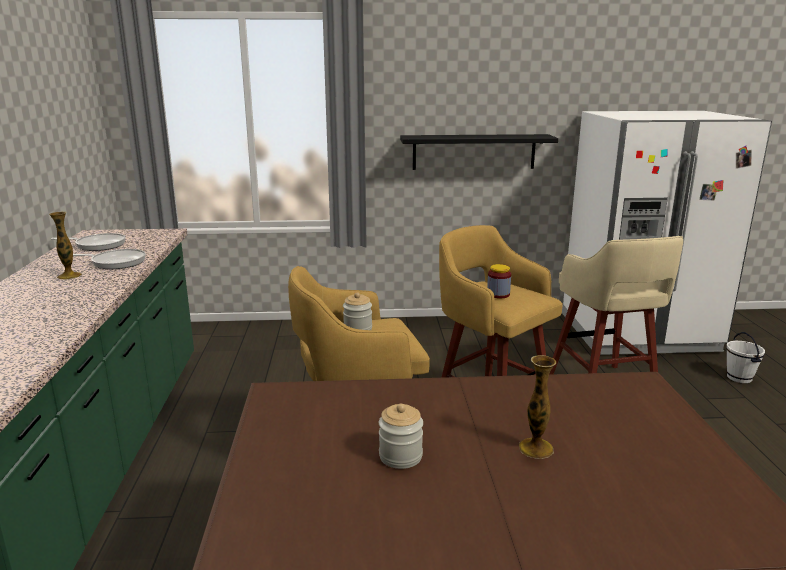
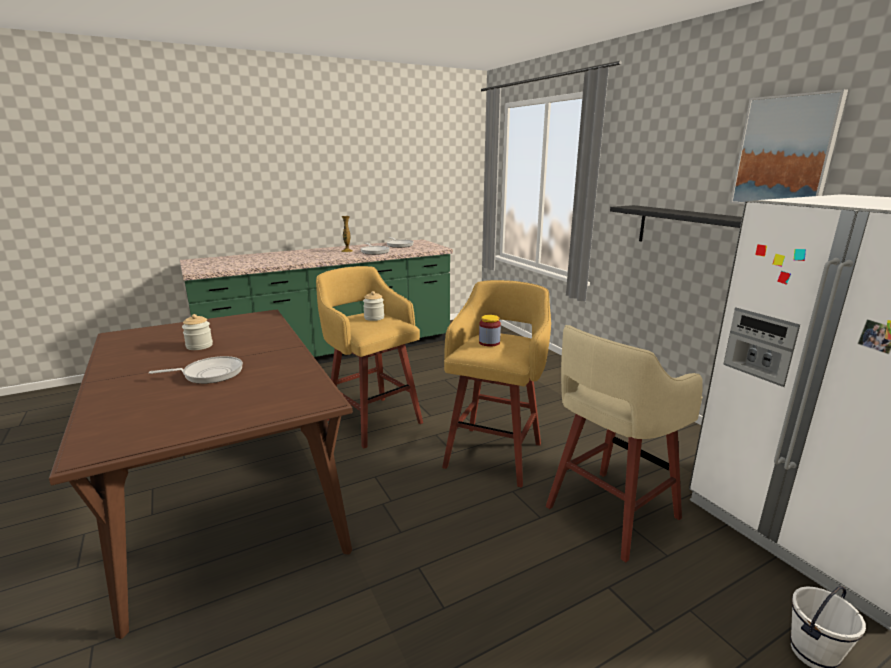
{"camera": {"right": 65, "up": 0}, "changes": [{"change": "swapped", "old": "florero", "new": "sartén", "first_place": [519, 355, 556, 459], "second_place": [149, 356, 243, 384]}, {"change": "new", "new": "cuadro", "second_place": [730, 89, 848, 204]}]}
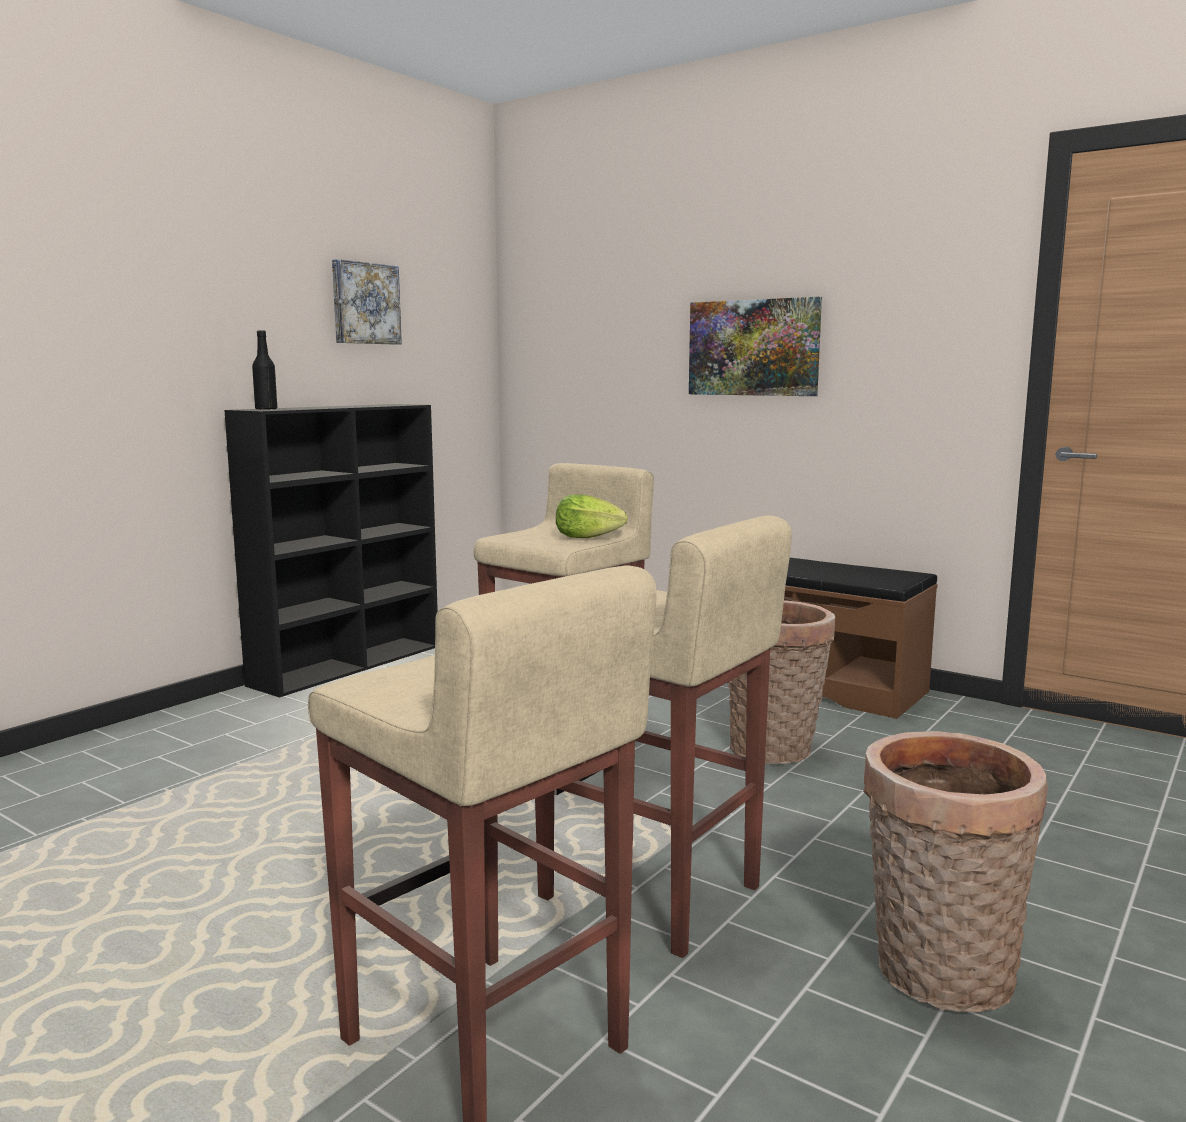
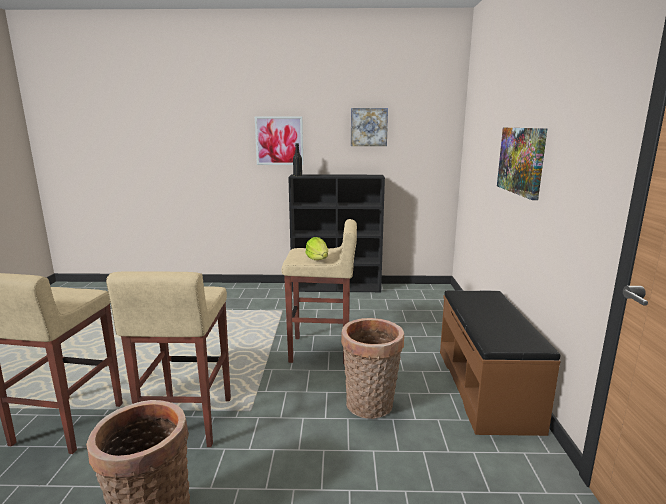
{"camera": {"right": 55, "up": 5}, "changes": [{"change": "new", "new": "cuadro", "second_place": [255, 116, 303, 165]}]}
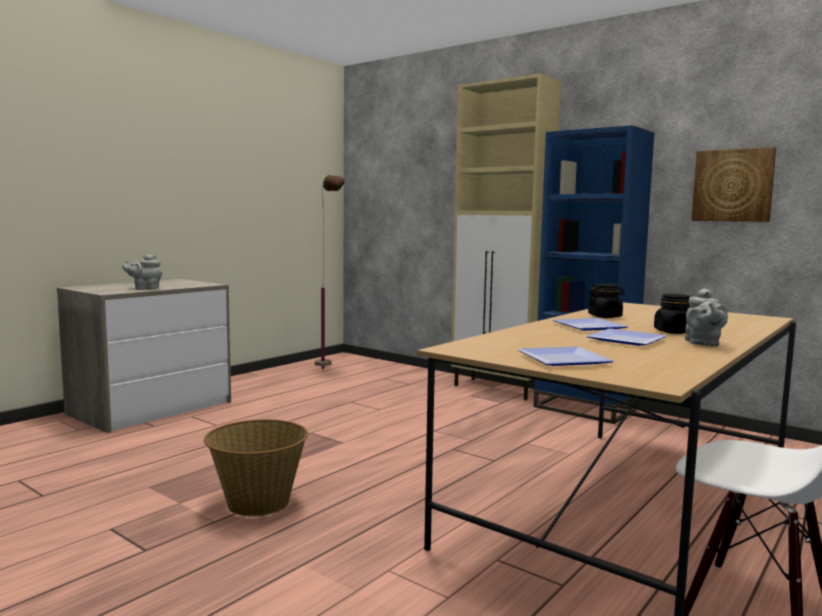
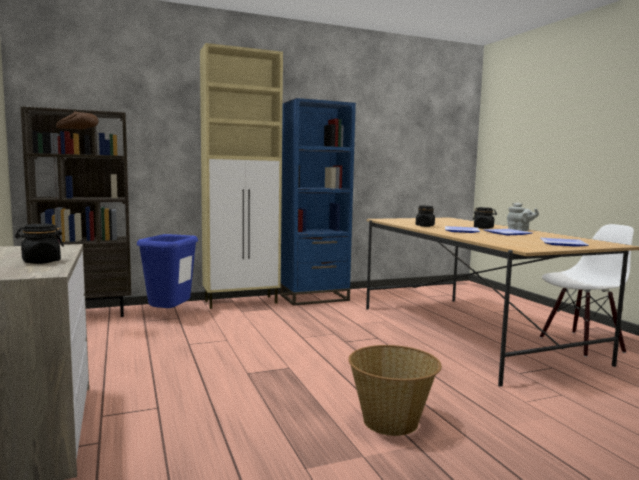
{"camera": {"right": -60, "up": 0}, "changes": [{"change": "swapped", "old": "tetera (gris)", "new": "tarro (negro)", "first_place": [122, 255, 162, 290], "second_place": [15, 224, 64, 264]}, {"change": "new", "new": "estantería (marrón)", "second_place": [20, 106, 131, 317]}, {"change": "new", "new": "papelera (azul)", "second_place": [137, 234, 198, 308]}, {"change": "gone", "old": "cuadro", "first_place": [692, 147, 776, 222]}]}
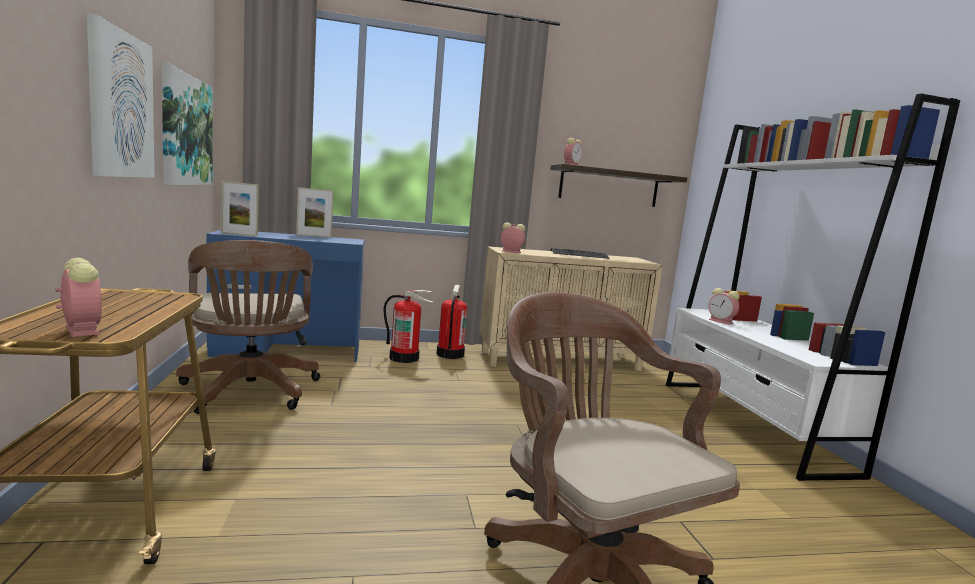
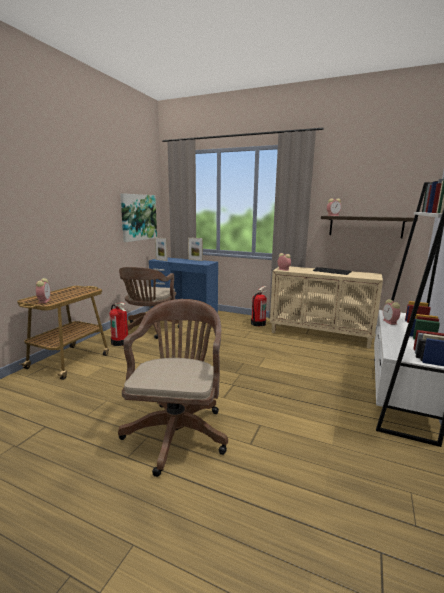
{"camera": {"right": 35, "up": 5}, "changes": [{"change": "shifted", "old": "extintor", "first_place": [383, 290, 433, 363], "second_place": [109, 303, 128, 346]}, {"change": "gone", "old": "cuadro", "first_place": [86, 13, 155, 178]}]}
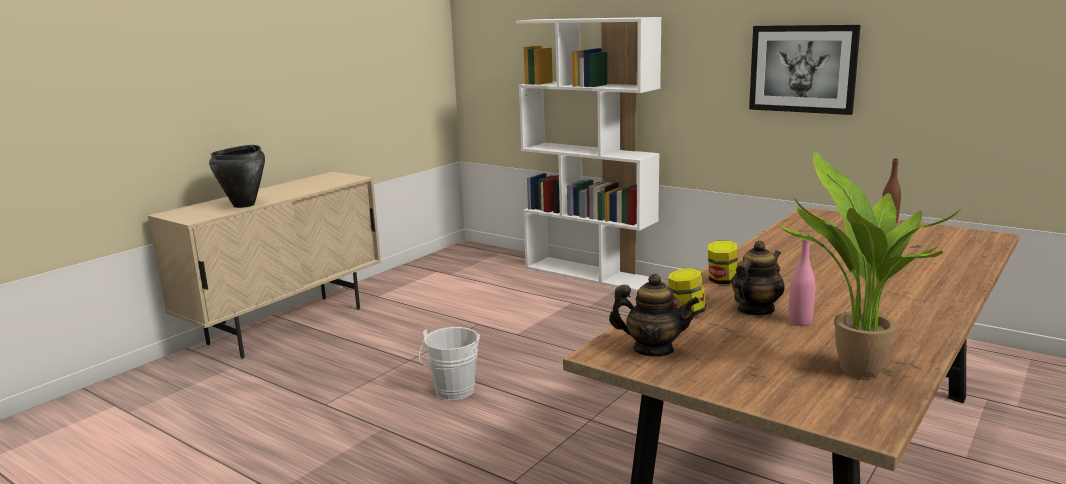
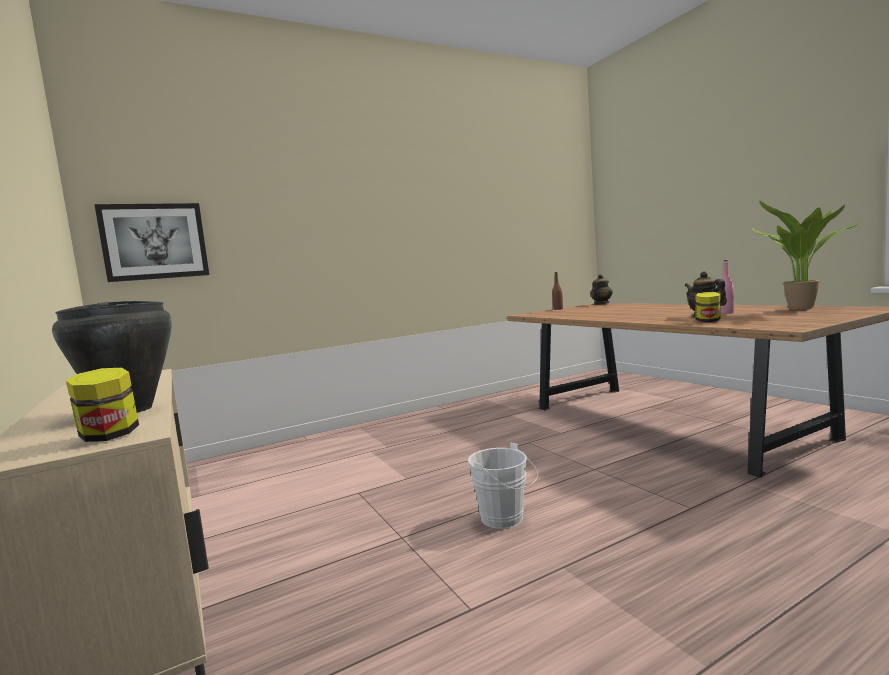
{"camera": {"right": -65, "up": -10}, "changes": [{"change": "shifted", "old": "tarro", "first_place": [708, 240, 738, 284], "second_place": [66, 368, 139, 442]}, {"change": "shifted", "old": "cuadro", "first_place": [749, 25, 861, 115], "second_place": [94, 203, 209, 282]}, {"change": "shifted", "old": "tetera", "first_place": [609, 274, 699, 357], "second_place": [590, 274, 613, 305]}, {"change": "gone", "old": "estantería (blanco)", "first_place": [516, 17, 662, 292]}]}
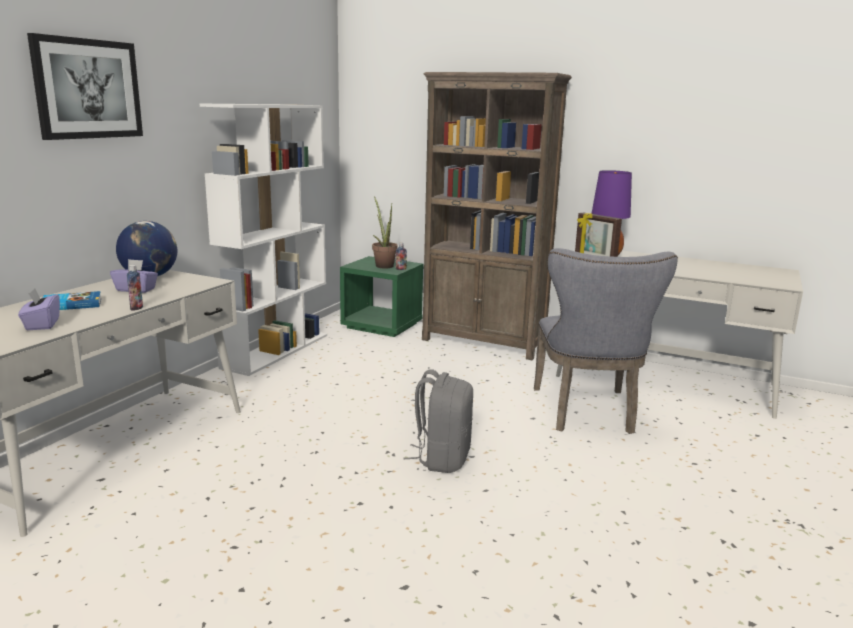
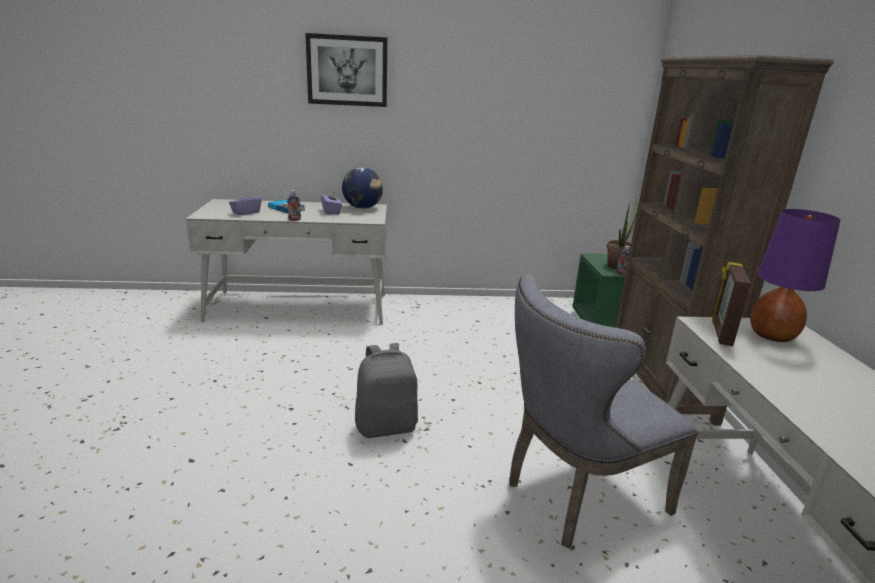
{"camera": {"right": 60, "up": 5}, "changes": [{"change": "gone", "old": "estantería (blanco)", "first_place": [200, 103, 327, 376]}]}
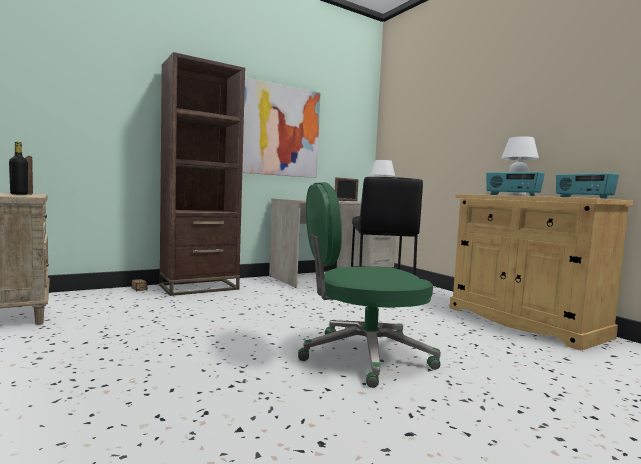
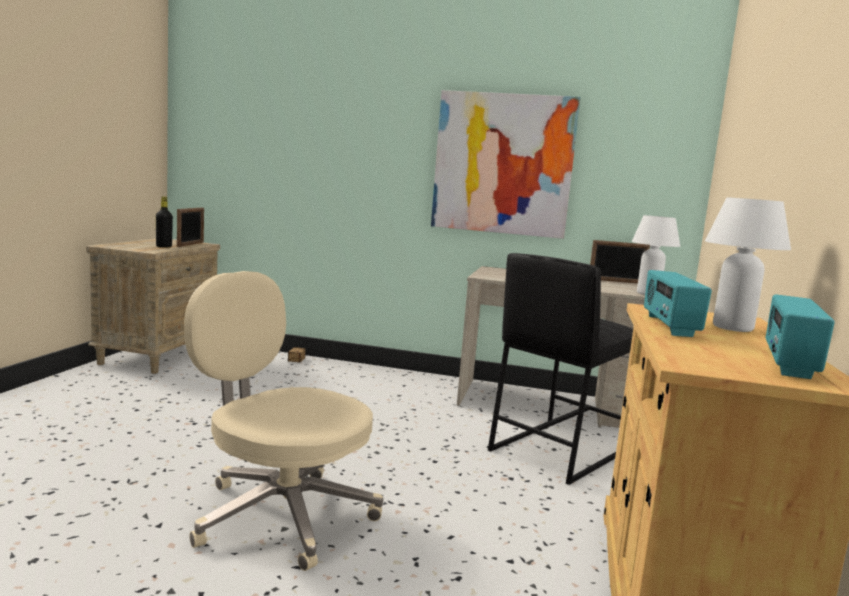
{"camera": {"right": 45, "up": 5}, "changes": [{"change": "repainted", "old": "silla de oficina (verde)", "new": "silla de oficina (beis)", "first_place": [298, 182, 441, 388], "second_place": [184, 271, 383, 571]}, {"change": "gone", "old": "estantería (marrón)", "first_place": [159, 52, 245, 296]}]}
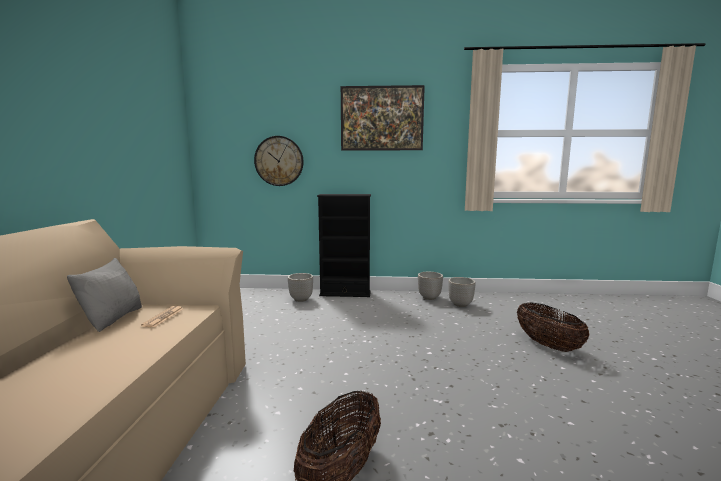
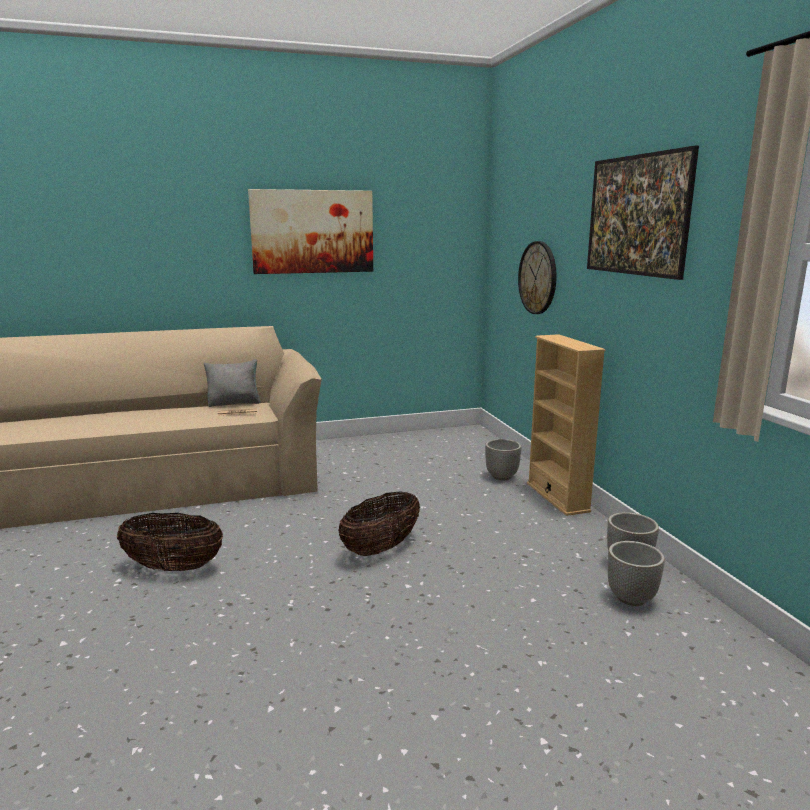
{"camera": {"right": 70, "up": 5}, "changes": [{"change": "new", "new": "cuadro", "second_place": [248, 189, 373, 274]}, {"change": "shifted", "old": "cesta", "first_place": [517, 303, 590, 352], "second_place": [338, 491, 420, 556]}, {"change": "repainted", "old": "estantería (negro)", "new": "estantería (beis)", "first_place": [317, 194, 371, 297], "second_place": [527, 334, 606, 516]}]}
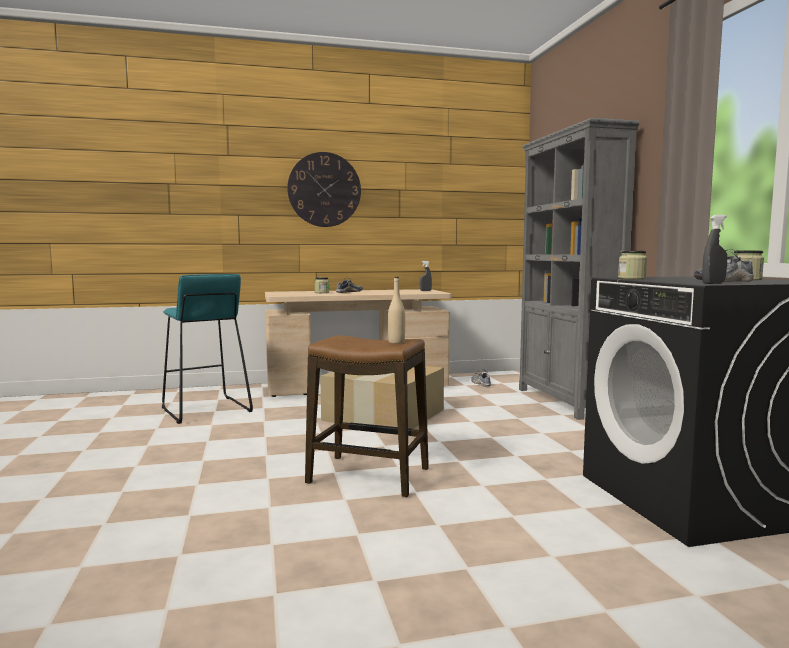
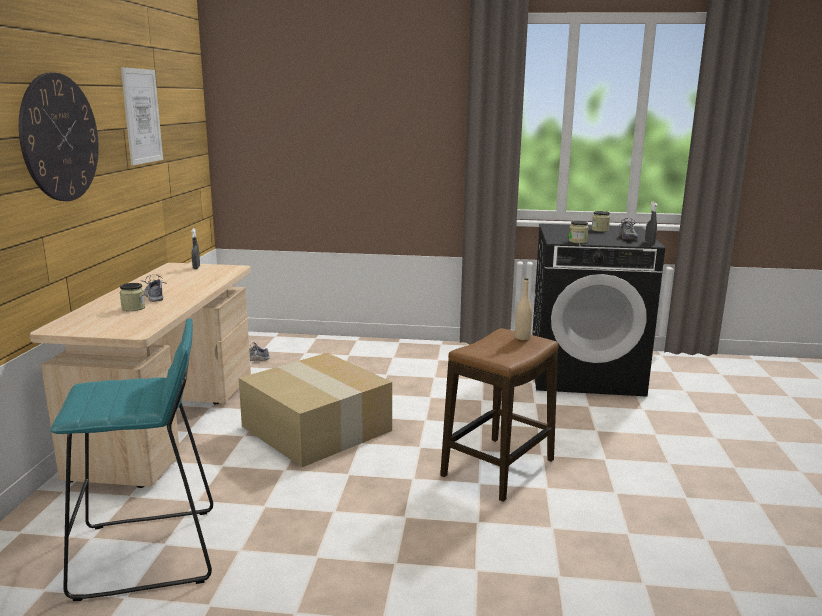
{"camera": {"right": -70, "up": 10}, "changes": [{"change": "new", "new": "cuadro", "second_place": [121, 67, 163, 165]}, {"change": "gone", "old": "estantería (gris)", "first_place": [519, 118, 640, 420]}]}
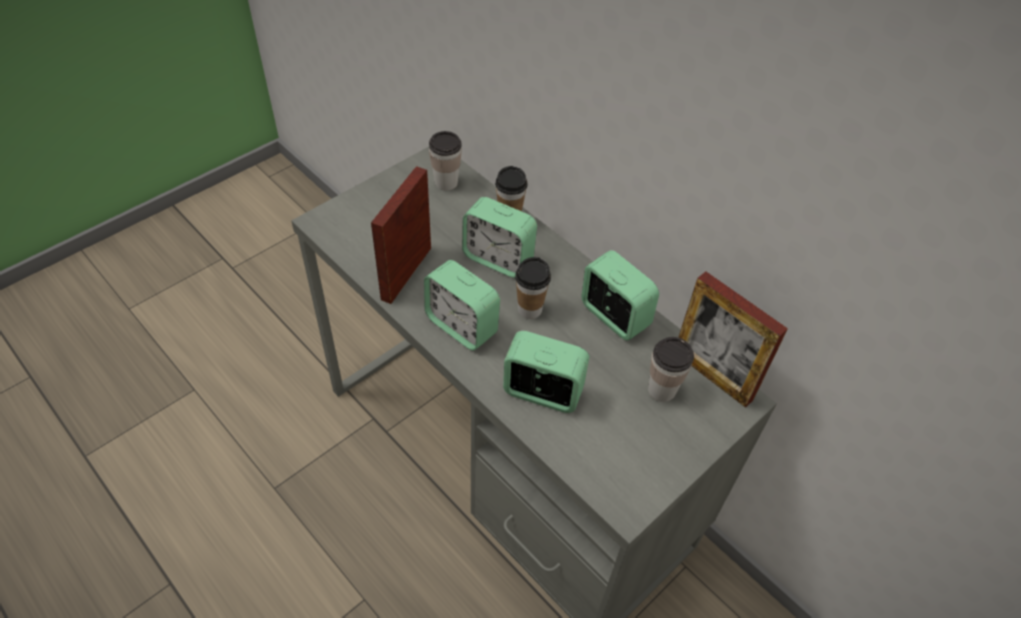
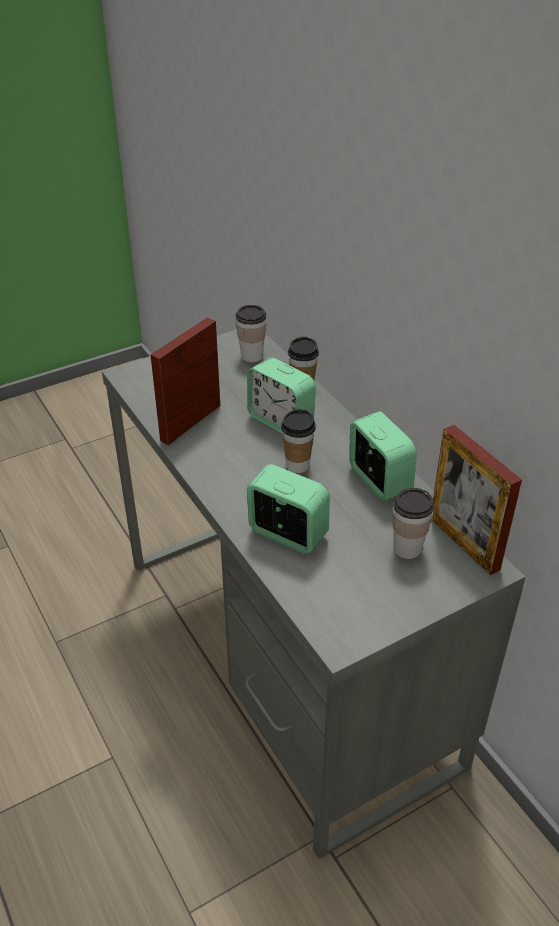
{"camera": {"right": 15, "up": -10}, "changes": [{"change": "gone", "old": "despertador", "first_place": [424, 260, 500, 350]}]}
